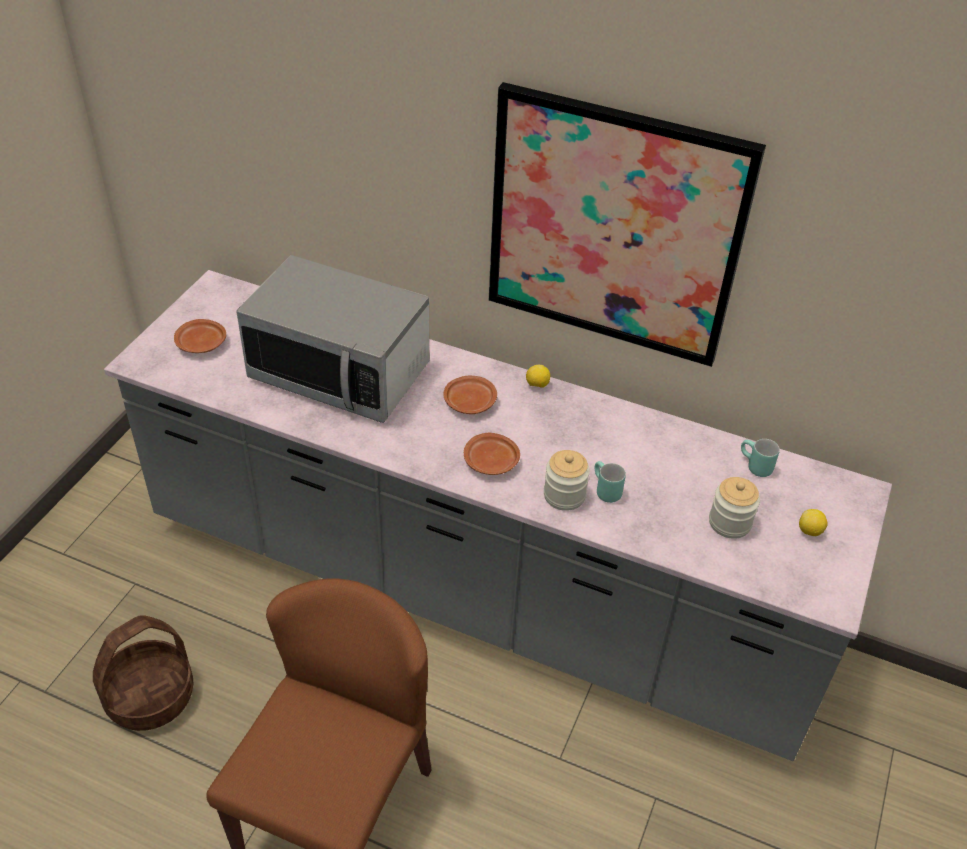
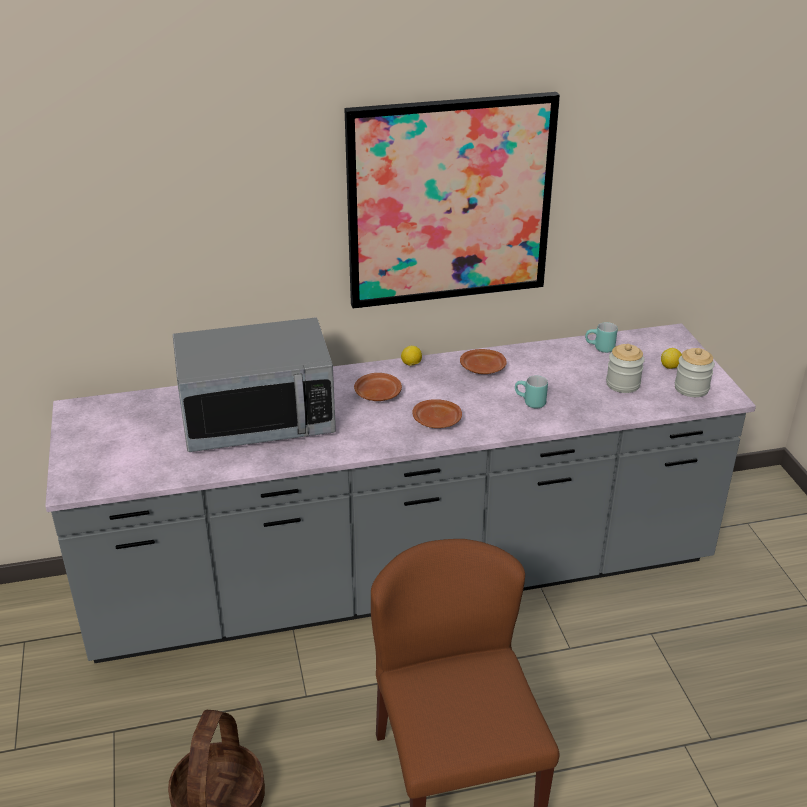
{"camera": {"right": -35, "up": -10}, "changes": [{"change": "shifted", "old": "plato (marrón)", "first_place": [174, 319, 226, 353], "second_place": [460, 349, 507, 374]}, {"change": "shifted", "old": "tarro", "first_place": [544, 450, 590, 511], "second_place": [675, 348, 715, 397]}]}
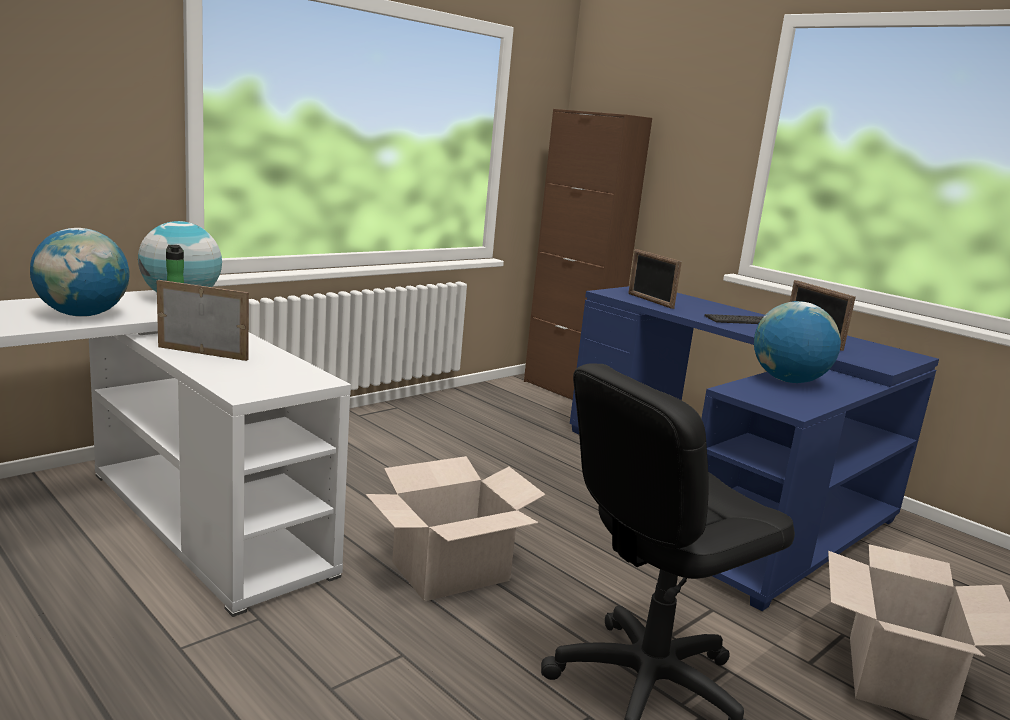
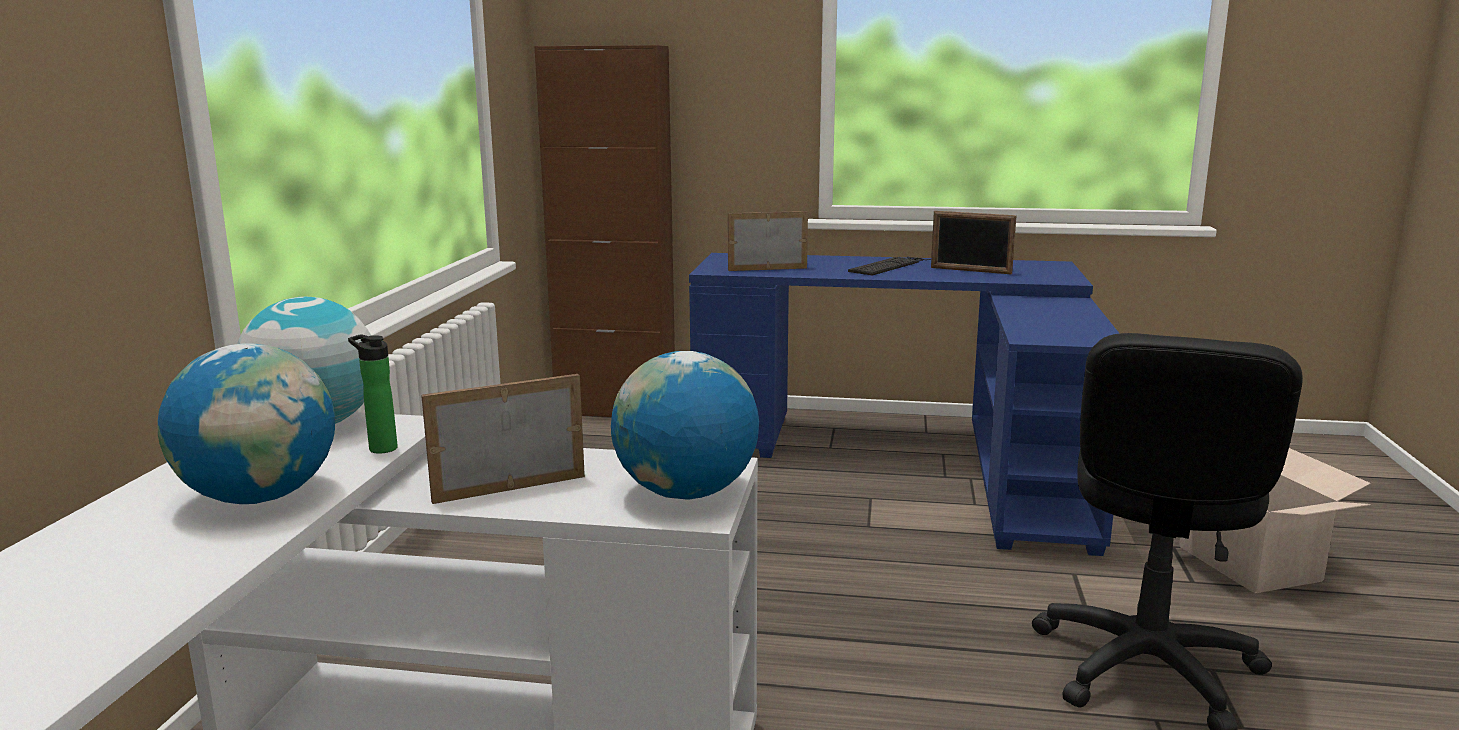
{"camera": {"right": -35, "up": 0}, "changes": [{"change": "shifted", "old": "globo terráqueo", "first_place": [754, 301, 841, 383], "second_place": [611, 351, 759, 500]}, {"change": "rotated", "old": "portarretratos", "first_place": [628, 249, 682, 309], "second_place": [728, 211, 808, 271], "degrees": 150}, {"change": "gone", "old": "caja de cartón", "first_place": [365, 456, 546, 602]}]}
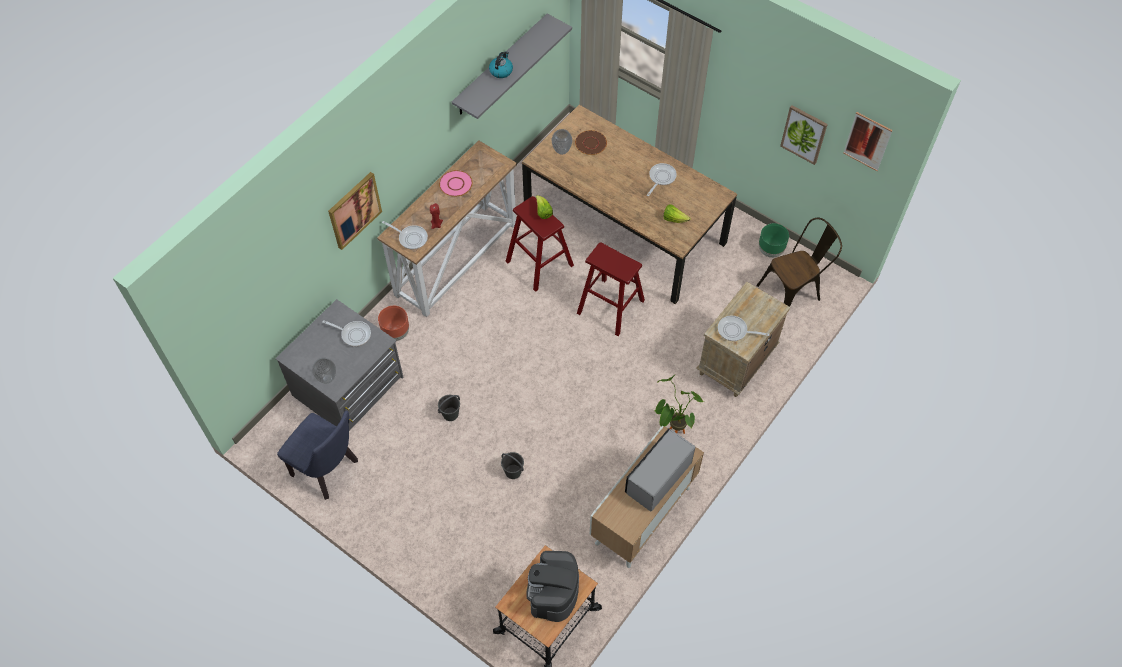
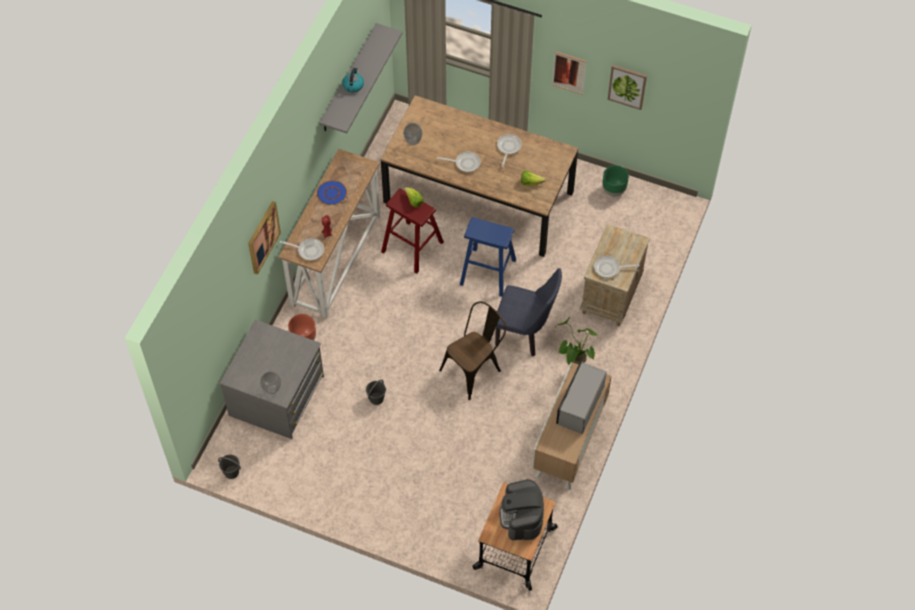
{"camera": {"right": -15, "up": 0}, "changes": [{"change": "shifted", "old": "cubo (gris)", "first_place": [501, 452, 524, 479], "second_place": [218, 454, 241, 479]}, {"change": "repainted", "old": "plato (rosa)", "new": "plato (azul)", "first_place": [439, 170, 473, 197], "second_place": [317, 180, 347, 205]}, {"change": "shifted", "old": "sartén", "first_place": [322, 320, 371, 347], "second_place": [437, 152, 480, 172]}, {"change": "shifted", "old": "silla (marrón)", "first_place": [757, 218, 842, 307], "second_place": [439, 301, 506, 400]}, {"change": "repainted", "old": "taburete (rojo)", "new": "taburete (azul)", "first_place": [577, 242, 645, 336], "second_place": [460, 217, 516, 297]}, {"change": "shifted", "old": "silla (azul)", "first_place": [277, 411, 358, 500], "second_place": [495, 268, 562, 357]}, {"change": "shifted", "old": "cuadro", "first_place": [843, 112, 893, 171], "second_place": [552, 51, 587, 95]}, {"change": "gone", "old": "plato (marrón)", "first_place": [575, 130, 607, 155]}]}
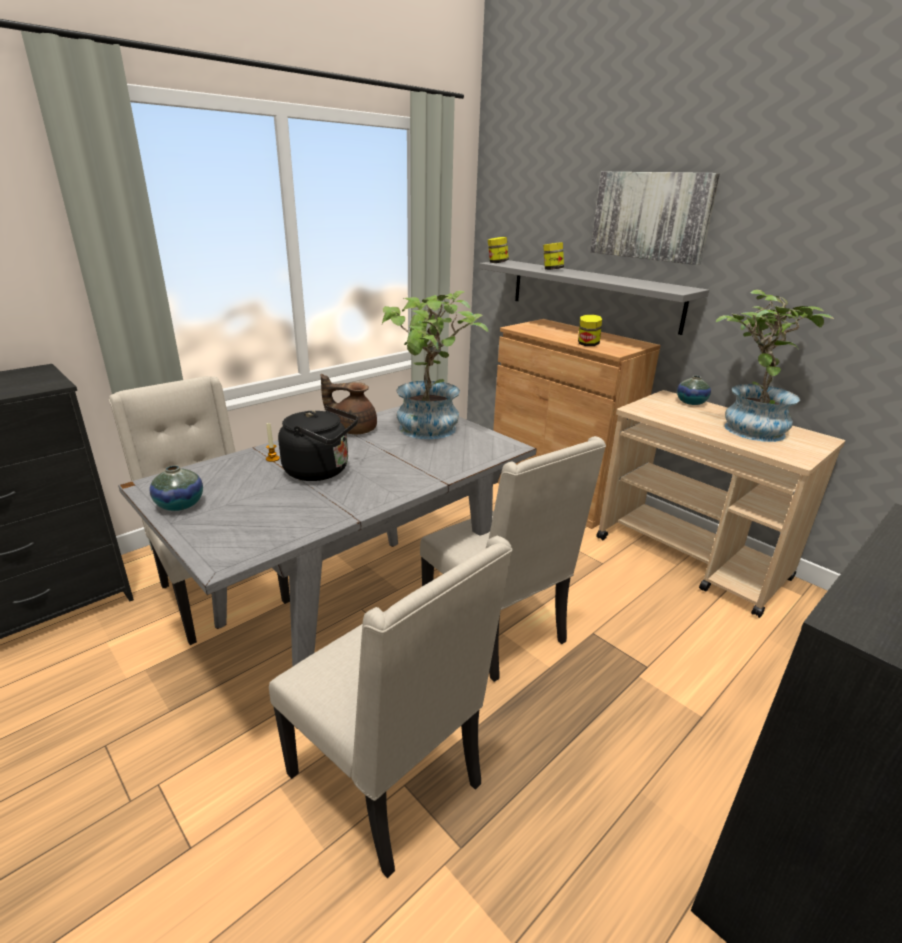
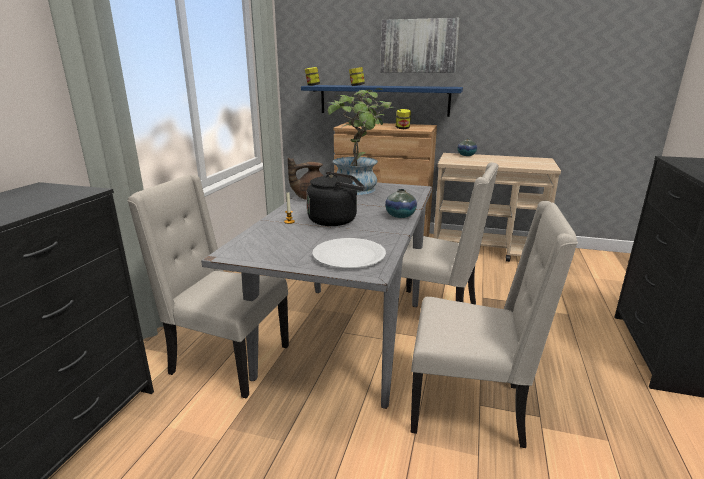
{"camera": {"right": -30, "up": -5}, "changes": [{"change": "repainted", "old": "estante (gris)", "new": "estante (azul)", "first_place": [479, 260, 709, 335], "second_place": [301, 85, 463, 117]}, {"change": "new", "new": "plato (blanco)", "second_place": [312, 238, 386, 268]}, {"change": "shifted", "old": "florero", "first_place": [149, 465, 203, 511], "second_place": [385, 189, 417, 218]}, {"change": "gone", "old": "planta en maceta", "first_place": [716, 289, 834, 442]}]}
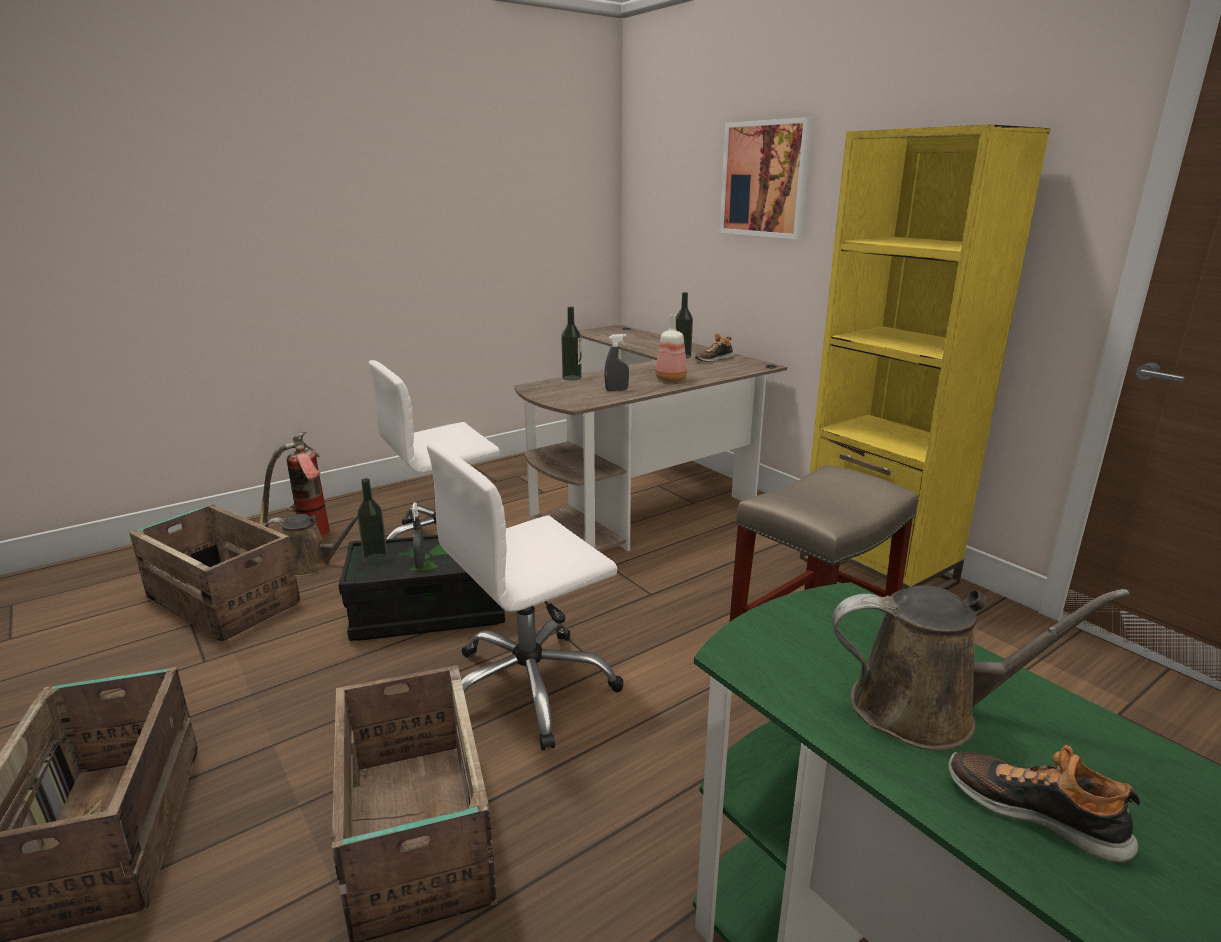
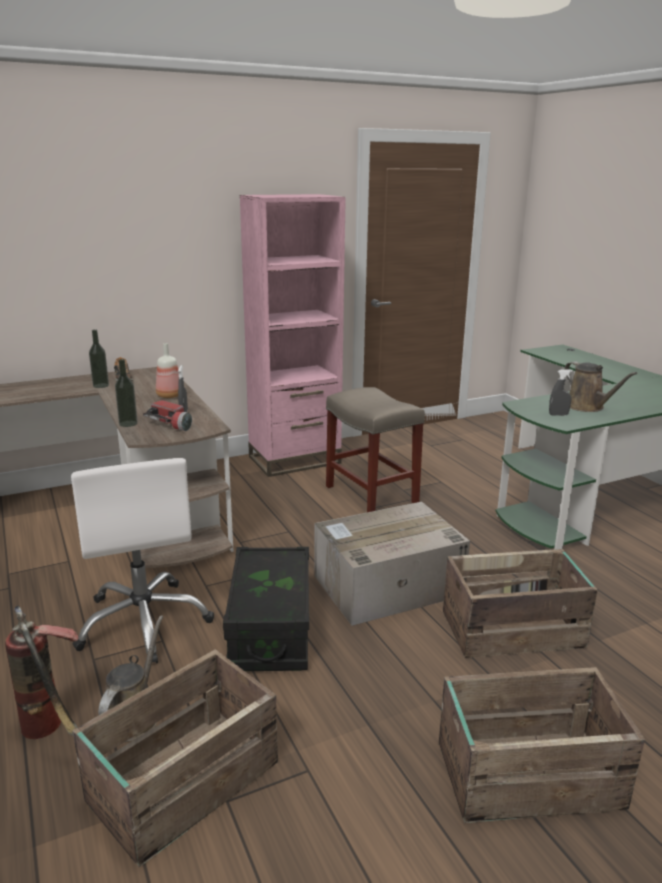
{"camera": {"right": -80, "up": 0}, "changes": [{"change": "new", "new": "linterna", "second_place": [143, 400, 192, 431]}, {"change": "repainted", "old": "estantería (amarillo)", "new": "estantería (rosa)", "first_place": [800, 124, 1050, 590], "second_place": [240, 194, 346, 477]}, {"change": "swapped", "old": "silla de oficina (blanco)", "new": "caja de cartón", "first_place": [427, 442, 623, 750], "second_place": [314, 502, 470, 626]}, {"change": "shifted", "old": "pulverizador (gris)", "first_place": [412, 502, 425, 569], "second_place": [549, 369, 573, 416]}, {"change": "rotated", "old": "regadera (marrón)", "first_place": [832, 586, 1130, 750], "second_place": [564, 361, 637, 412], "degrees": 135}, {"change": "gone", "old": "botella", "first_place": [357, 478, 388, 565]}, {"change": "gone", "old": "cuadro", "first_place": [719, 117, 813, 239]}, {"change": "gone", "old": "zapato", "first_place": [948, 745, 1140, 863]}]}
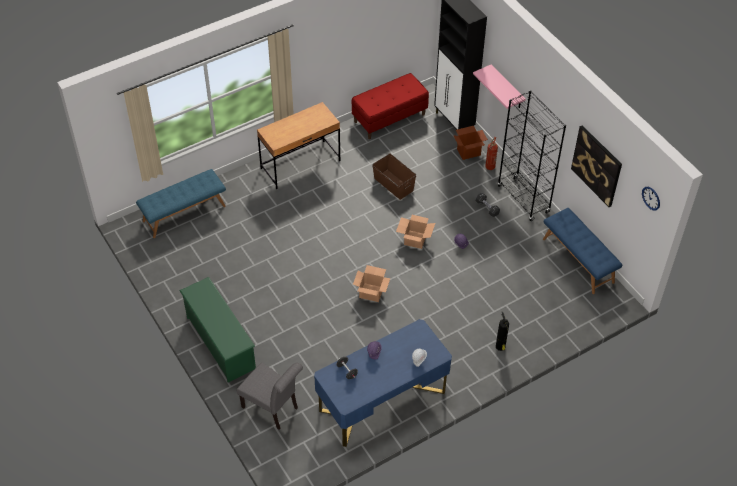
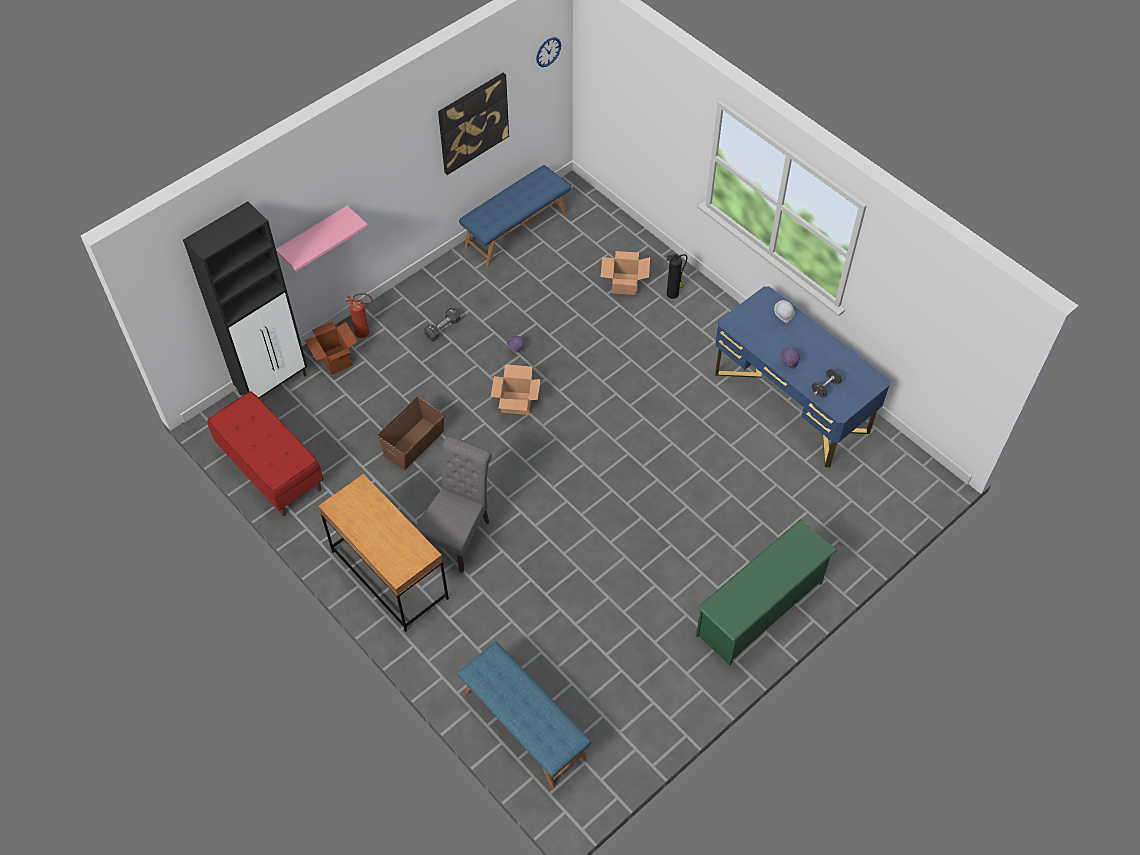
{"camera": {"right": -100, "up": 5}, "changes": [{"change": "shifted", "old": "silla (gris)", "first_place": [237, 362, 303, 430], "second_place": [415, 436, 492, 574]}, {"change": "shifted", "old": "caja de cartón", "first_place": [353, 265, 390, 302], "second_place": [601, 251, 650, 295]}, {"change": "gone", "old": "estantería (negro)", "first_place": [498, 90, 566, 221]}]}
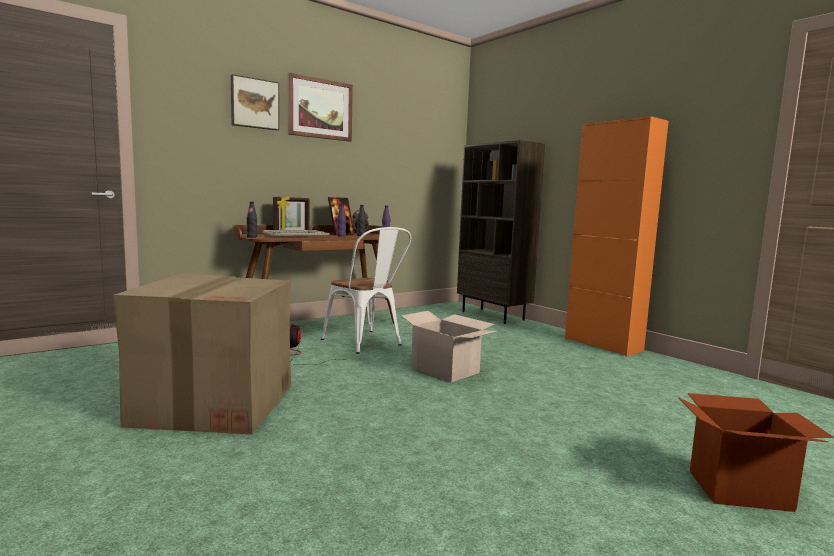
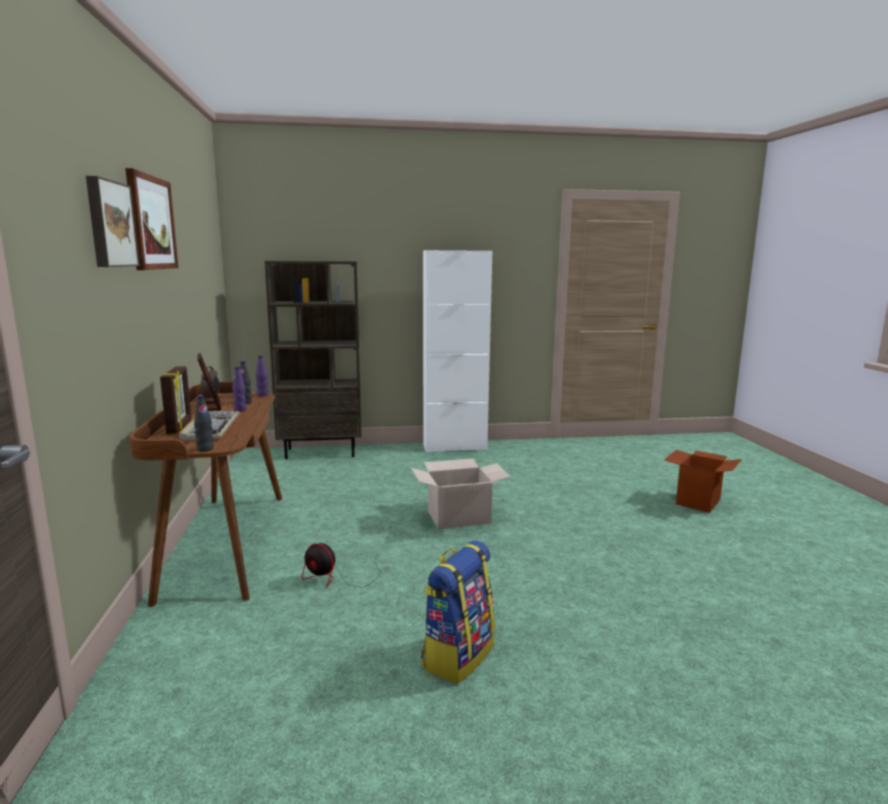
{"camera": {"right": -60, "up": 5}, "changes": [{"change": "swapped", "old": "caja de cartón", "new": "mochila", "first_place": [113, 273, 291, 435], "second_place": [421, 541, 495, 684]}, {"change": "repainted", "old": "armario (naranja)", "new": "armario (blanco)", "first_place": [565, 116, 669, 357], "second_place": [423, 250, 492, 452]}, {"change": "gone", "old": "silla (blanco)", "first_place": [321, 227, 411, 354]}]}
